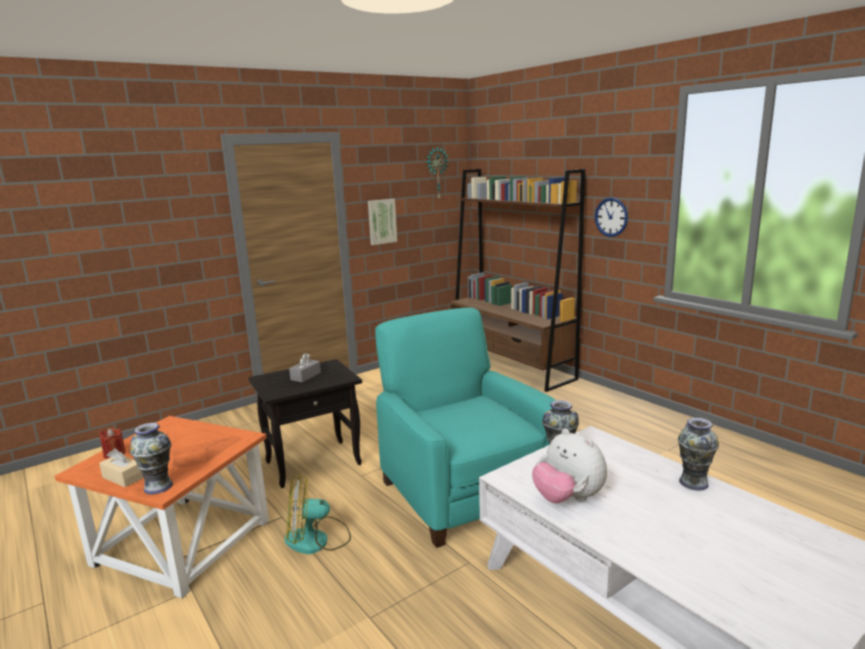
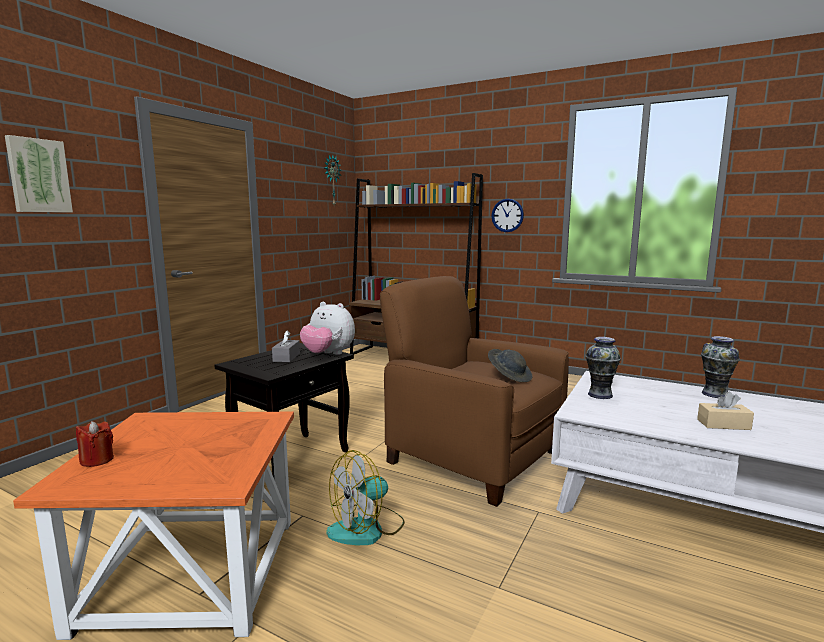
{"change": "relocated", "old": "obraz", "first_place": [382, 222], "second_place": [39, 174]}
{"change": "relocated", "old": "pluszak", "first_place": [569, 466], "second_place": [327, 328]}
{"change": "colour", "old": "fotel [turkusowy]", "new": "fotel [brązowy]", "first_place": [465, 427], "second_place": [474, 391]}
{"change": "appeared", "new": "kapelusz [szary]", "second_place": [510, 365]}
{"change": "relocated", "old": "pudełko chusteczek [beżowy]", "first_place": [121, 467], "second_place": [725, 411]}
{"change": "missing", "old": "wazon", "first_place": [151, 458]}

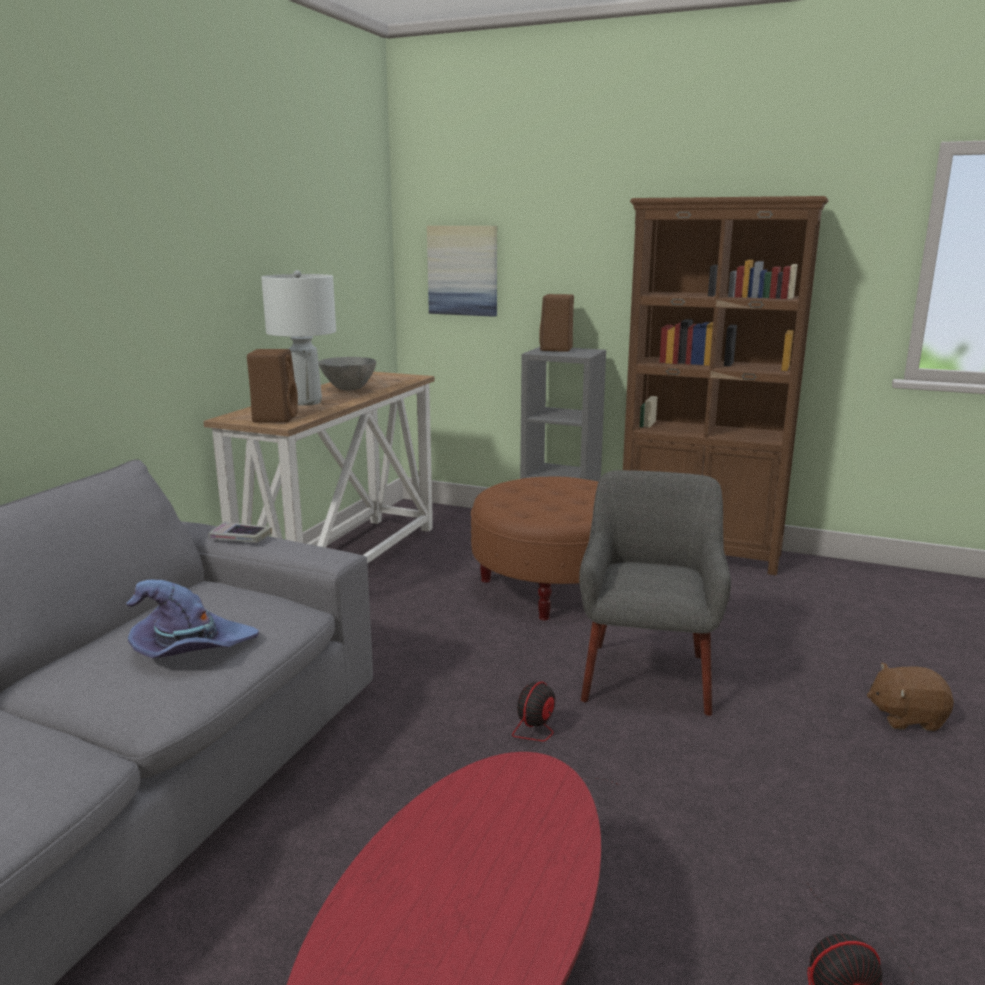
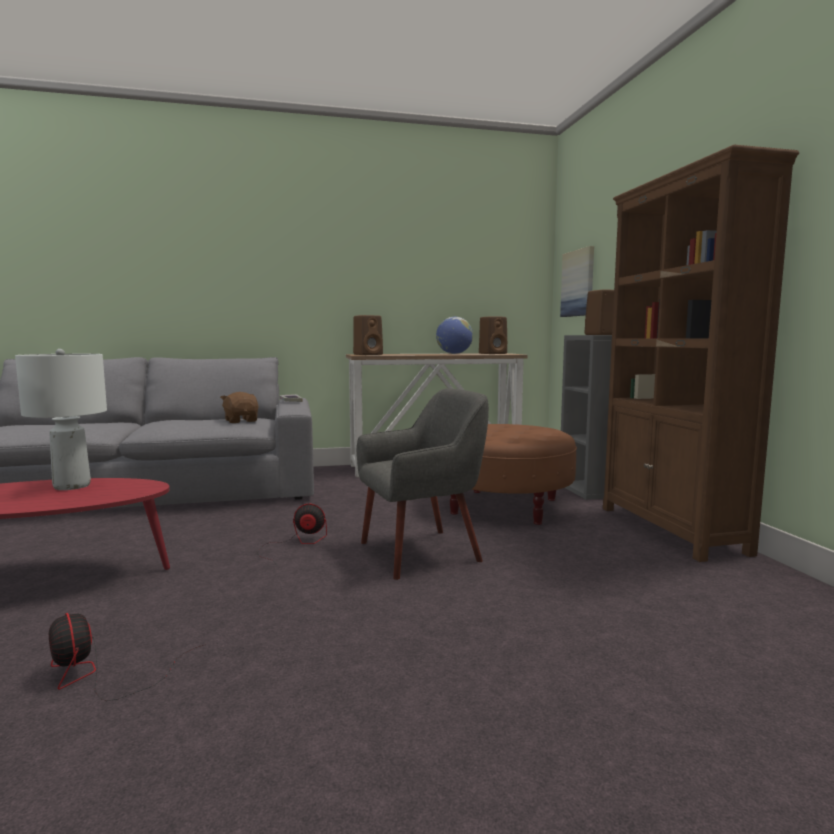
{"change": "relocated", "old": "lampa stołowa [biały]", "first_place": [298, 338], "second_place": [61, 419]}
{"change": "relocated", "old": "pluszak [brązowy]", "first_place": [910, 697], "second_place": [239, 407]}
{"change": "exchanged", "old": "miska [szary]", "new": "globus", "first_place": [347, 373], "second_place": [454, 335]}
{"change": "appeared", "new": "głośnik [brązowy]", "second_place": [493, 335]}
{"change": "missing", "old": "kapelusz [fioletowy]", "first_place": [192, 619]}

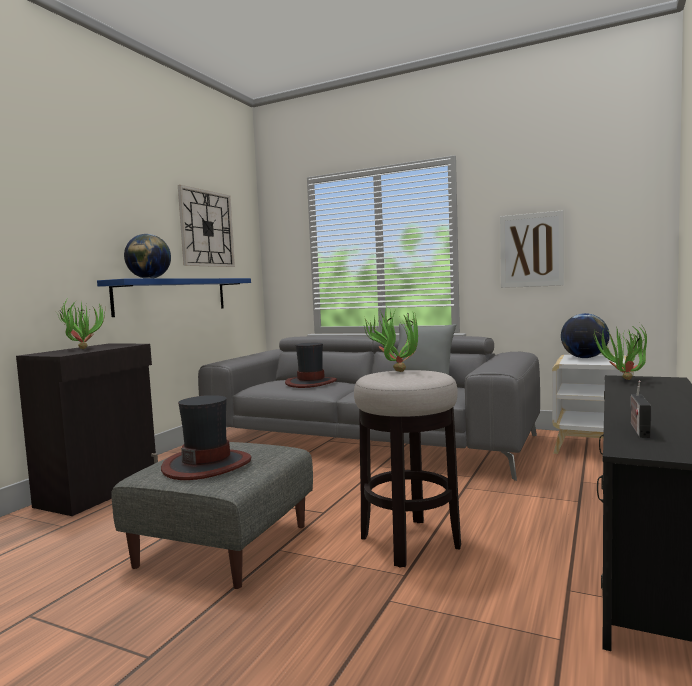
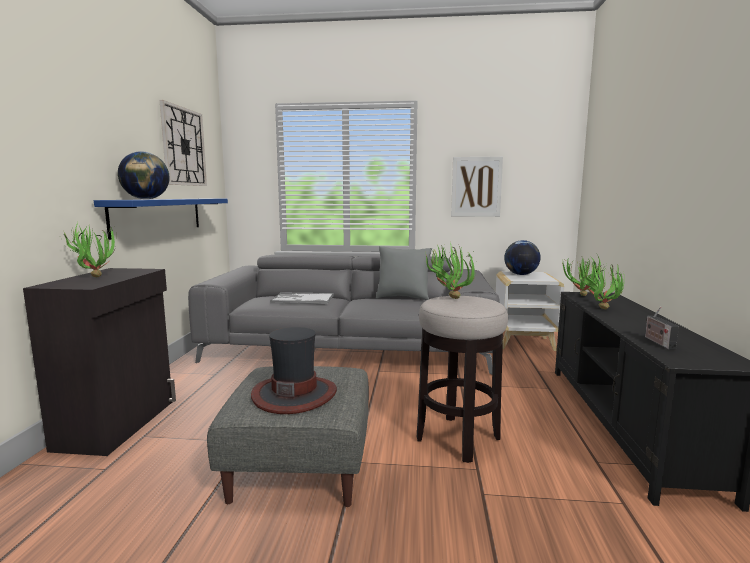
{"change": "exchanged", "old": "kapelusz", "new": "taca", "first_place": [311, 365], "second_place": [302, 298]}
{"change": "appeared", "new": "roślina doniczkowa", "second_place": [601, 286]}

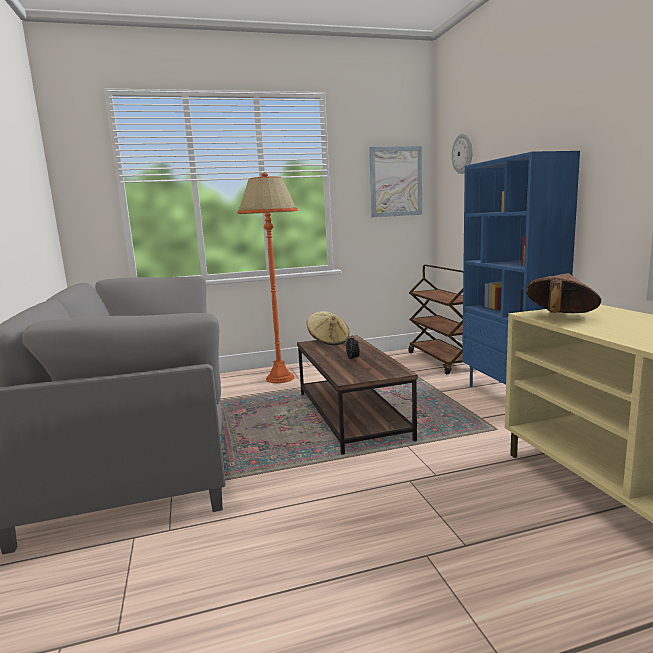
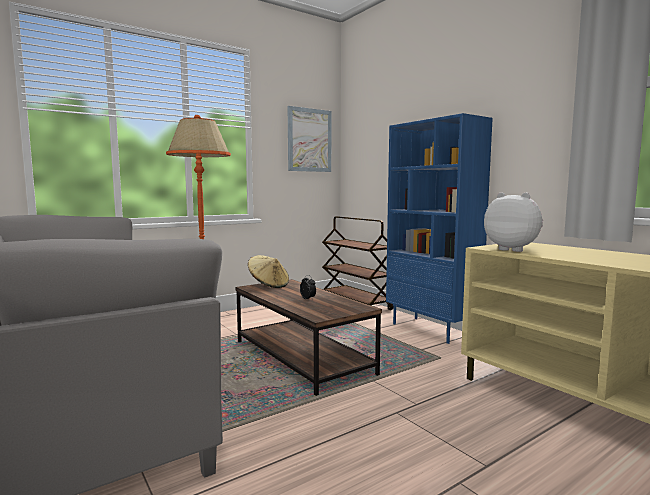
{"change": "exchanged", "old": "kapelusz [brązowy]", "new": "pluszak", "first_place": [563, 293], "second_place": [513, 222]}
{"change": "missing", "old": "zegar ścienny", "first_place": [462, 154]}

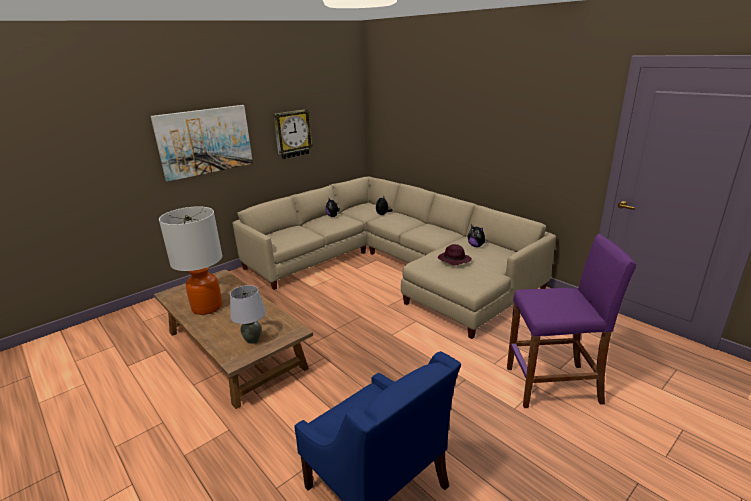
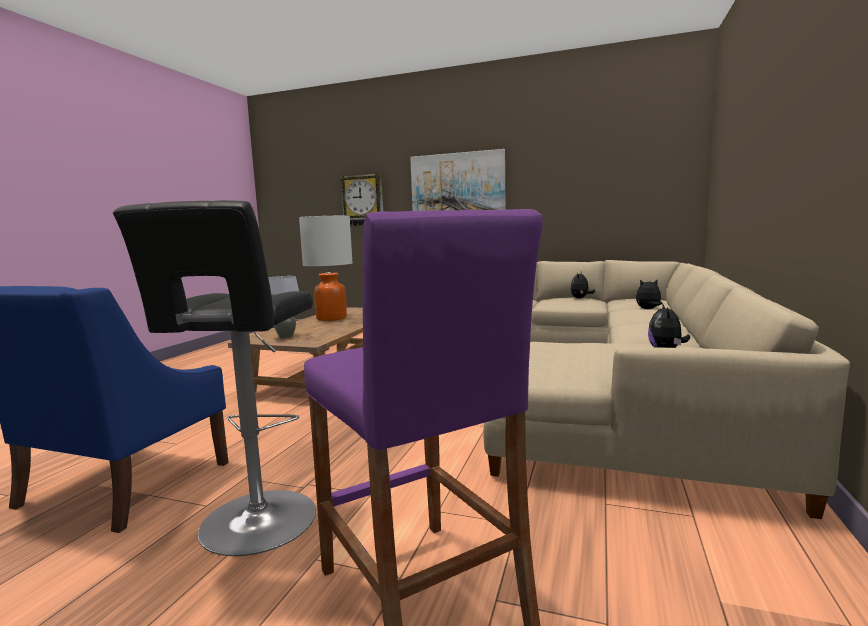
{"change": "appeared", "new": "stołek [czarny]", "second_place": [214, 378]}
{"change": "relocated", "old": "zegar ścienny", "first_place": [293, 134], "second_place": [361, 199]}
{"change": "missing", "old": "kapelusz [fioletowy]", "first_place": [455, 255]}

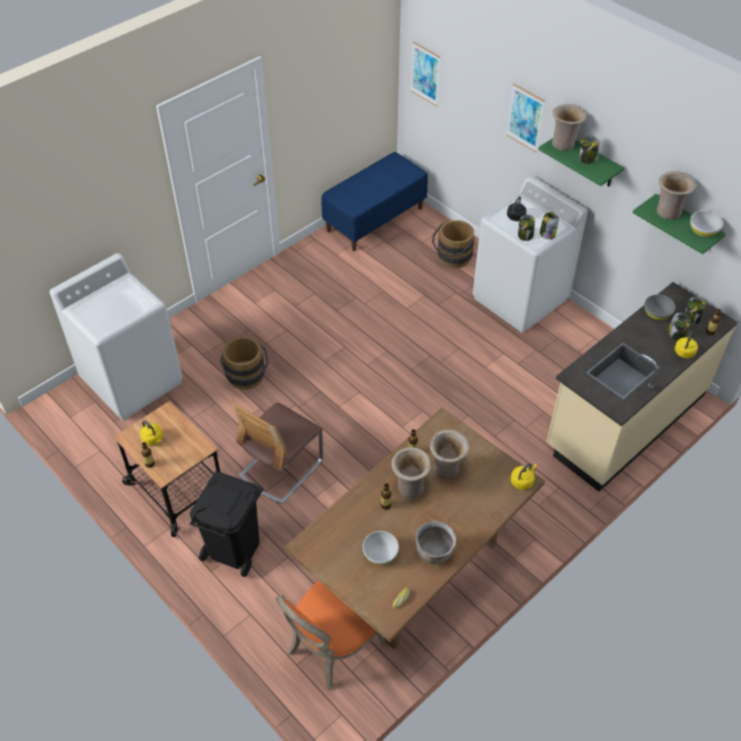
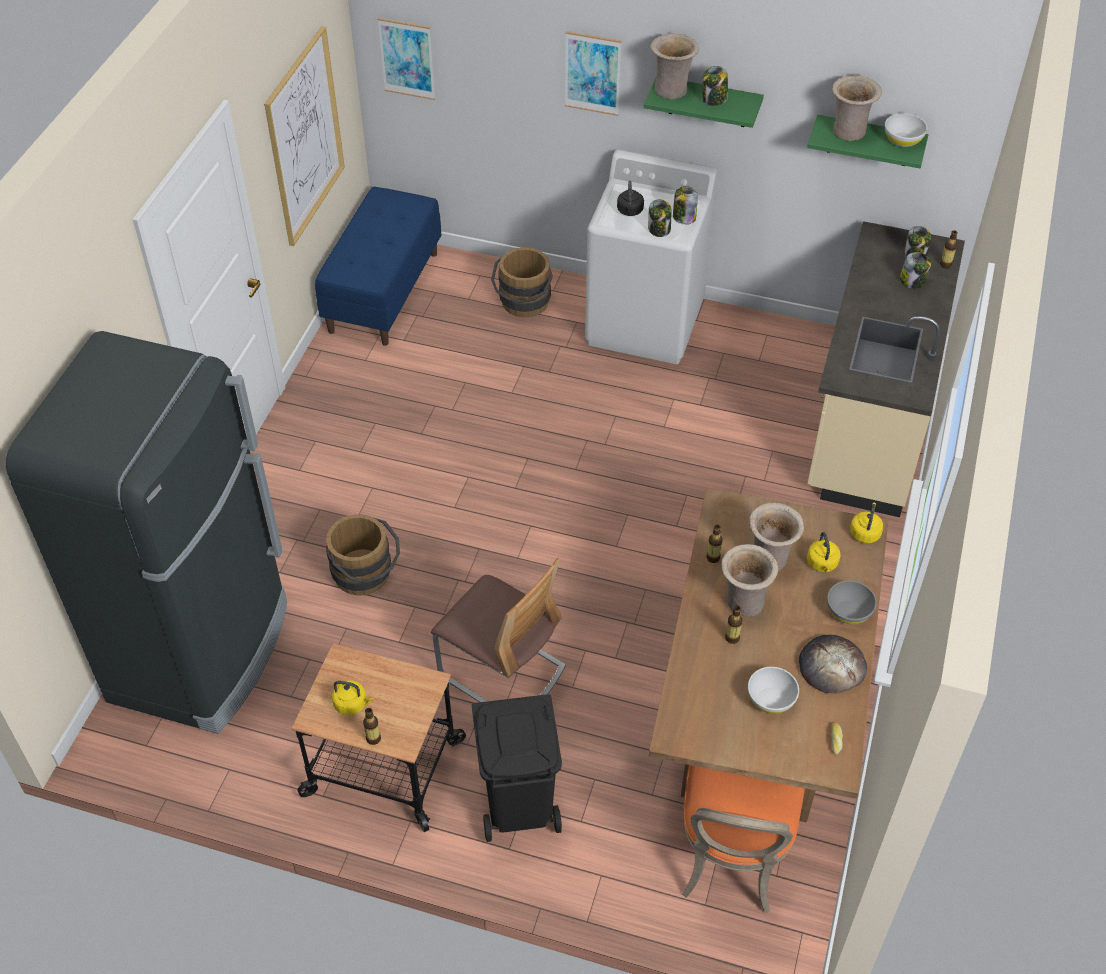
{"change": "exchanged", "old": "pralka [biały]", "new": "lodówka [czarny]", "first_place": [116, 336], "second_place": [146, 532]}
{"change": "appeared", "new": "obraz", "second_place": [304, 136]}
{"change": "spun", "old": "krzesło", "first_place": [276, 452], "second_place": [498, 630], "degrees": -60}
{"change": "exchanged", "old": "garnek [brązowy]", "new": "chleb", "first_place": [436, 543], "second_place": [833, 664]}
{"change": "relocated", "old": "czajnik [żółty]", "first_place": [686, 344], "second_place": [824, 552]}
{"change": "relocated", "old": "miska [szary]", "first_place": [660, 307], "second_place": [852, 602]}

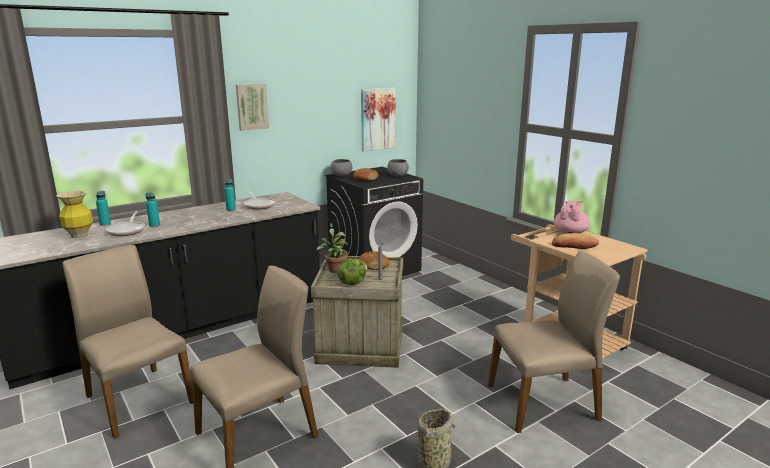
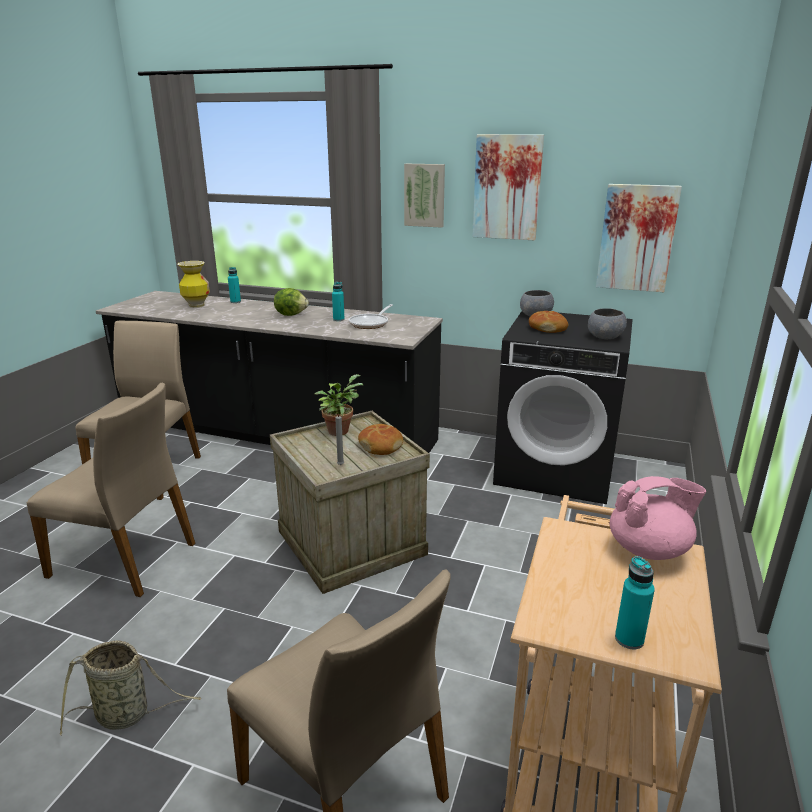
{"change": "relocated", "old": "sałata", "first_place": [352, 271], "second_place": [291, 302]}
{"change": "appeared", "new": "obraz", "second_place": [508, 187]}
{"change": "relocated", "old": "butelka [turkusowy]", "first_place": [153, 209], "second_place": [635, 602]}
{"change": "missing", "old": "patelnia", "first_place": [125, 223]}
{"change": "missing", "old": "chleb", "first_place": [575, 241]}

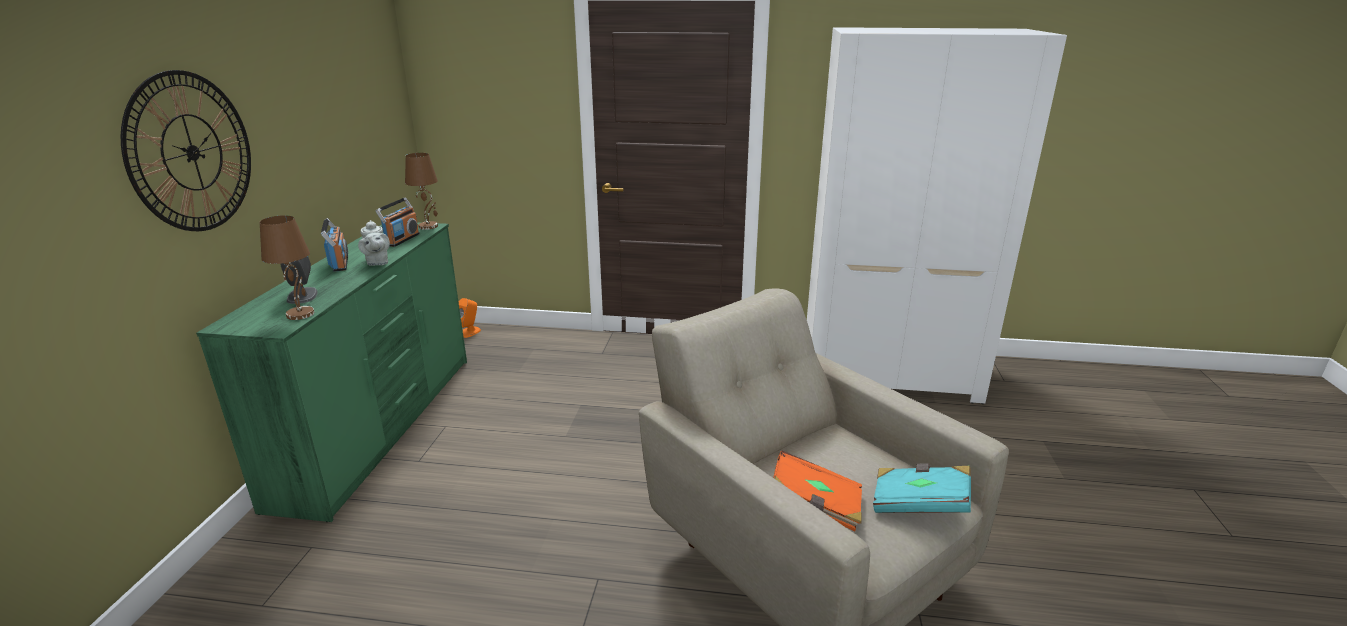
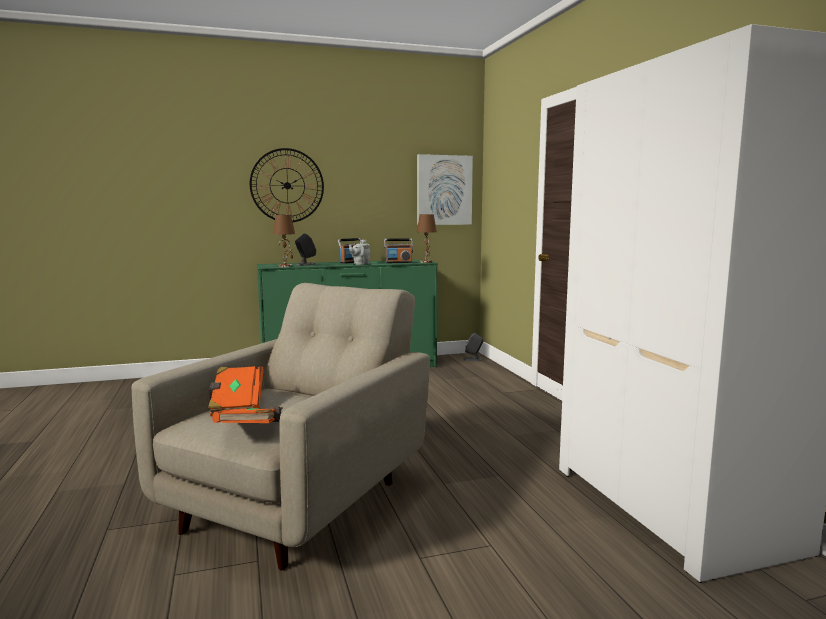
{"change": "colour", "old": "książka [turkusowy]", "new": "książka [pomarańczowy]", "first_place": [922, 488], "second_place": [247, 415]}
{"change": "appeared", "new": "obraz", "second_place": [445, 189]}
{"change": "colour", "old": "głośnik [pomarańczowy]", "new": "głośnik [szary]", "first_place": [470, 318], "second_place": [474, 346]}

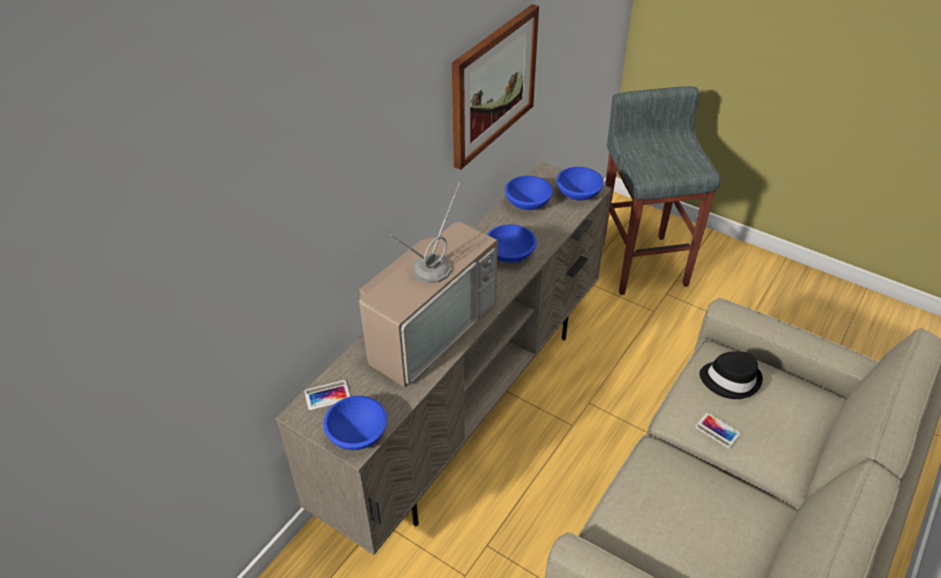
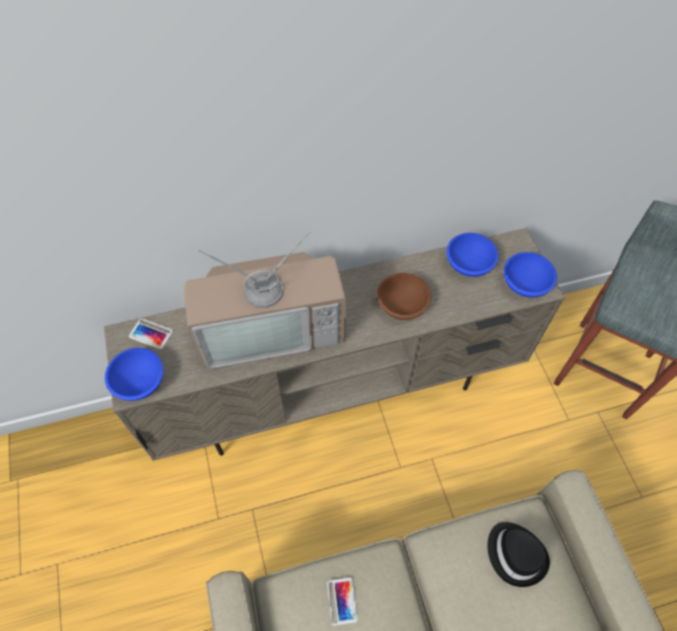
{"change": "relocated", "old": "telefon", "first_place": [718, 430], "second_place": [342, 601]}
{"change": "colour", "old": "miska [niebieski]", "new": "miska [brązowy]", "first_place": [512, 243], "second_place": [404, 296]}
{"change": "missing", "old": "obraz", "first_place": [495, 87]}

